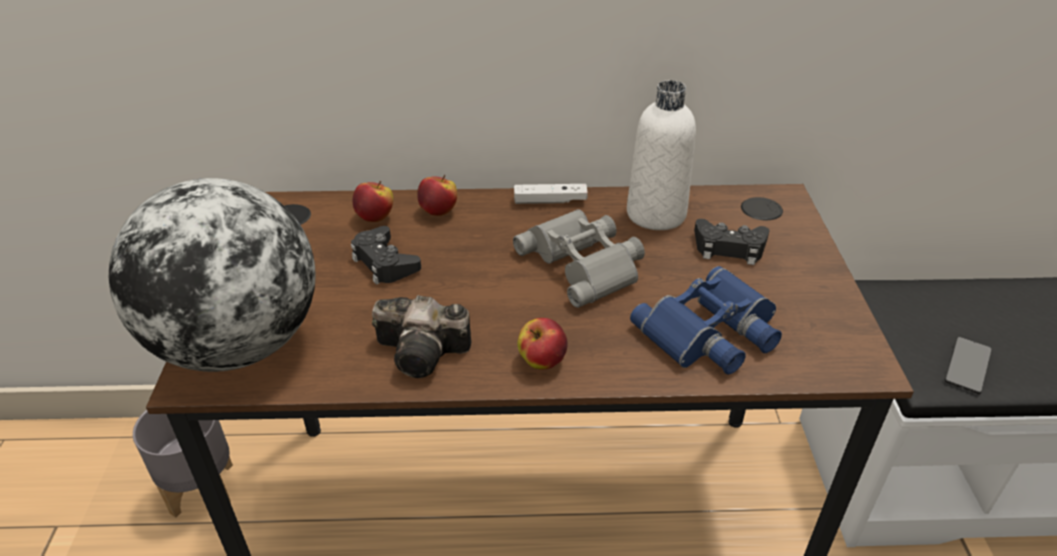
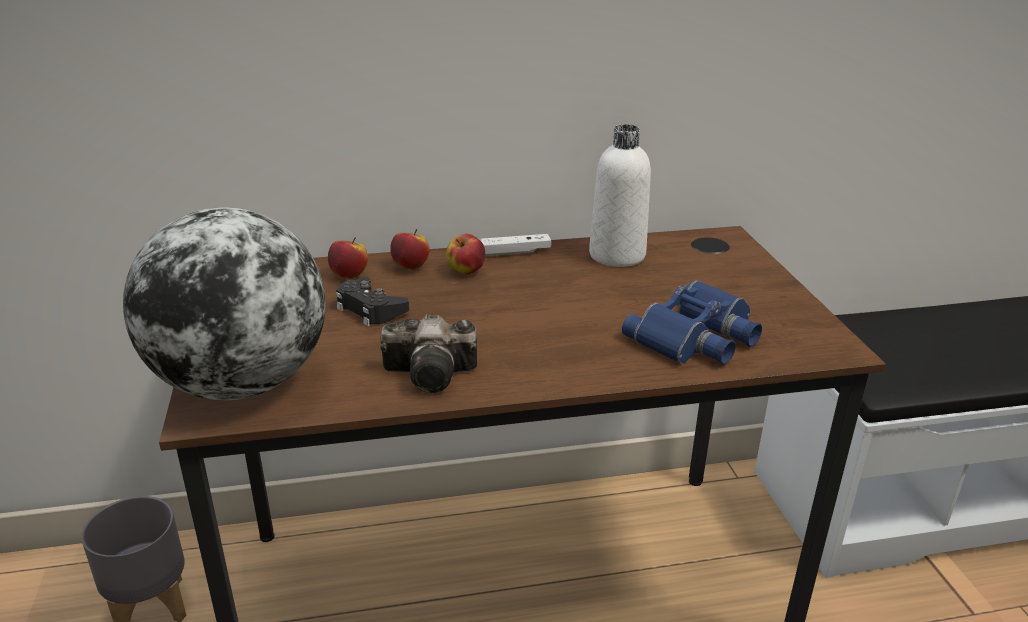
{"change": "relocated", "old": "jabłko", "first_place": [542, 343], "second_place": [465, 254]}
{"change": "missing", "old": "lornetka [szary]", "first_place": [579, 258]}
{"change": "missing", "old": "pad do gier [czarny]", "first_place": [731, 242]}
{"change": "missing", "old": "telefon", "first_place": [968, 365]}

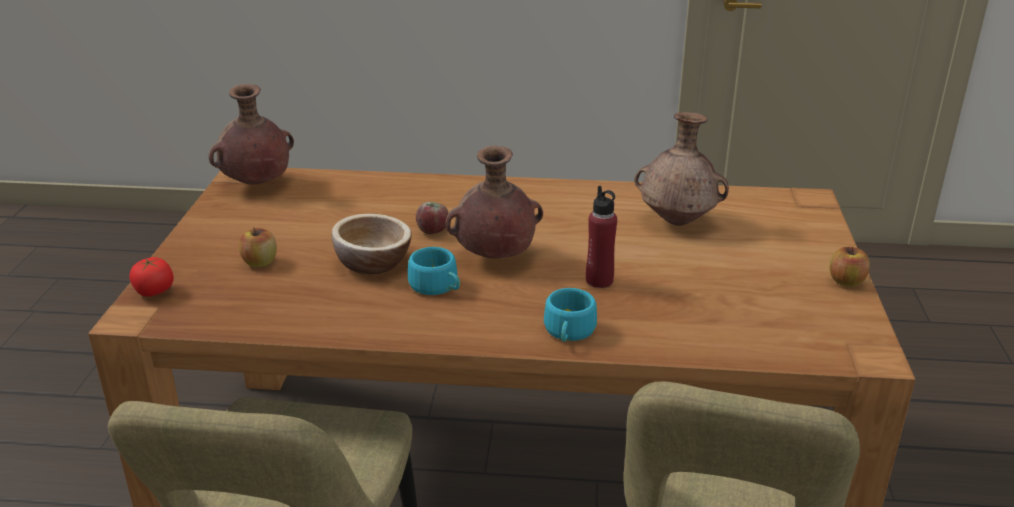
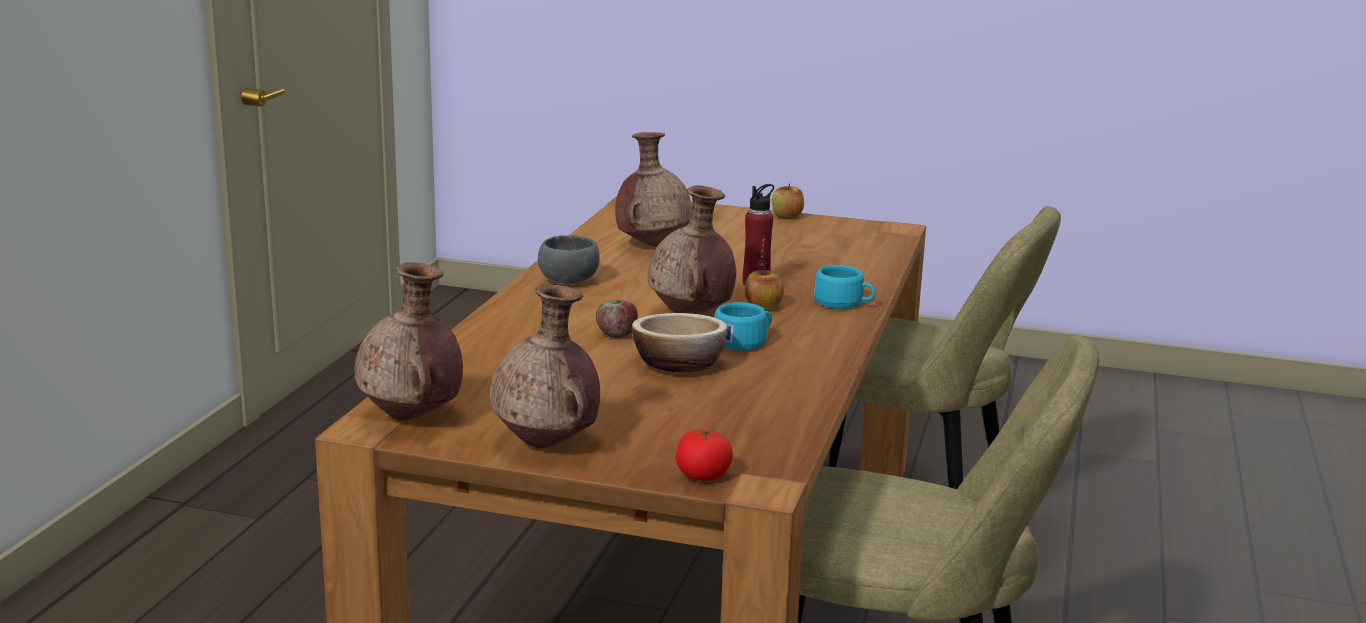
{"change": "appeared", "new": "wazon [brązowy]", "second_place": [545, 366]}
{"change": "appeared", "new": "miska [szary]", "second_place": [569, 259]}
{"change": "relocated", "old": "jabłko", "first_place": [258, 247], "second_place": [764, 289]}

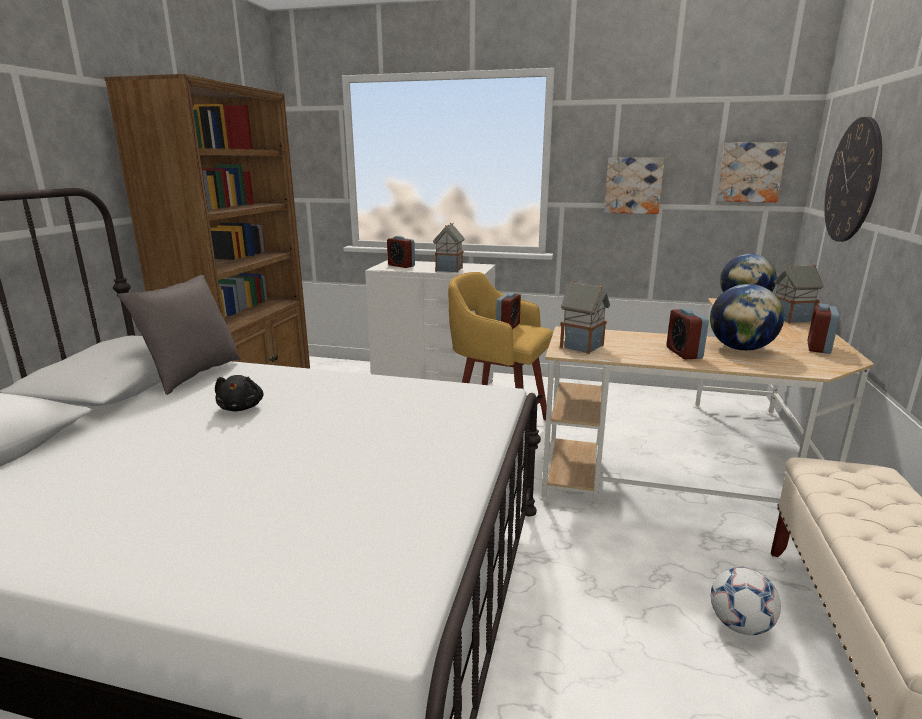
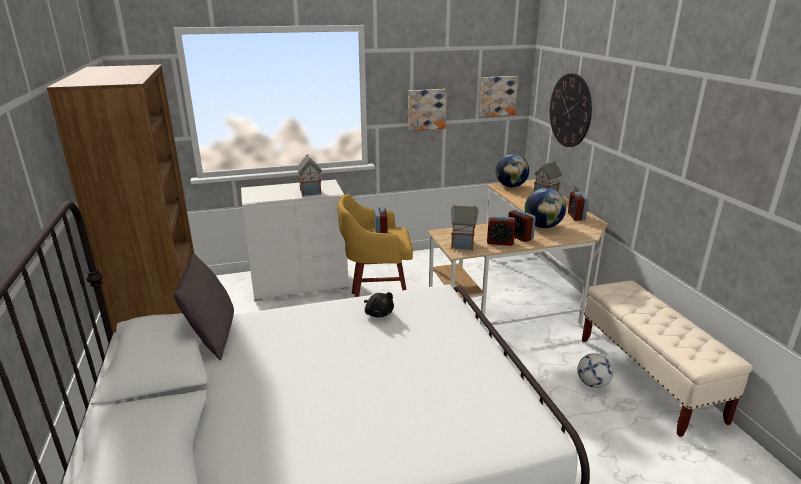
{"change": "relocated", "old": "pluszak [czarny]", "first_place": [239, 393], "second_place": [379, 304]}
{"change": "relocated", "old": "budzik", "first_place": [401, 252], "second_place": [501, 231]}

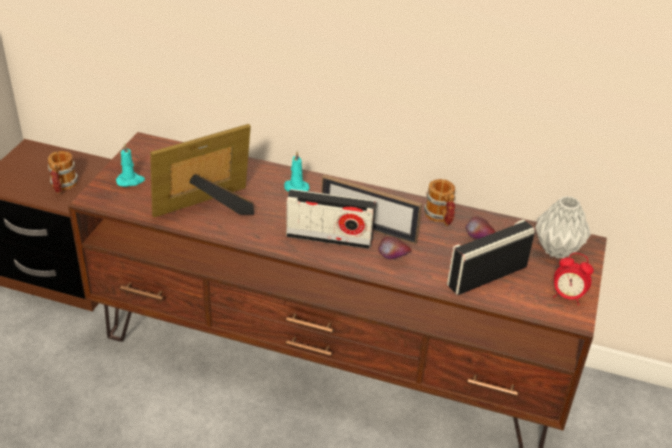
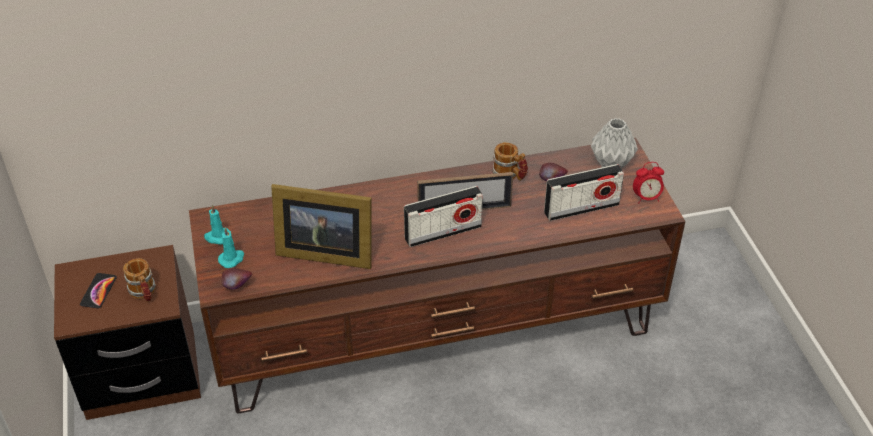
{"change": "appeared", "new": "telefon", "second_place": [98, 290]}
{"change": "relocated", "old": "świeca [turkusowy]", "first_place": [296, 171], "second_place": [218, 225]}
{"change": "relocated", "old": "jabłko", "first_place": [395, 248], "second_place": [236, 279]}
{"change": "spun", "old": "ramka na zdjęcie", "first_place": [202, 171], "second_place": [321, 226], "degrees": -105}
{"change": "spun", "old": "radio", "first_place": [491, 257], "second_place": [584, 192], "degrees": -135}

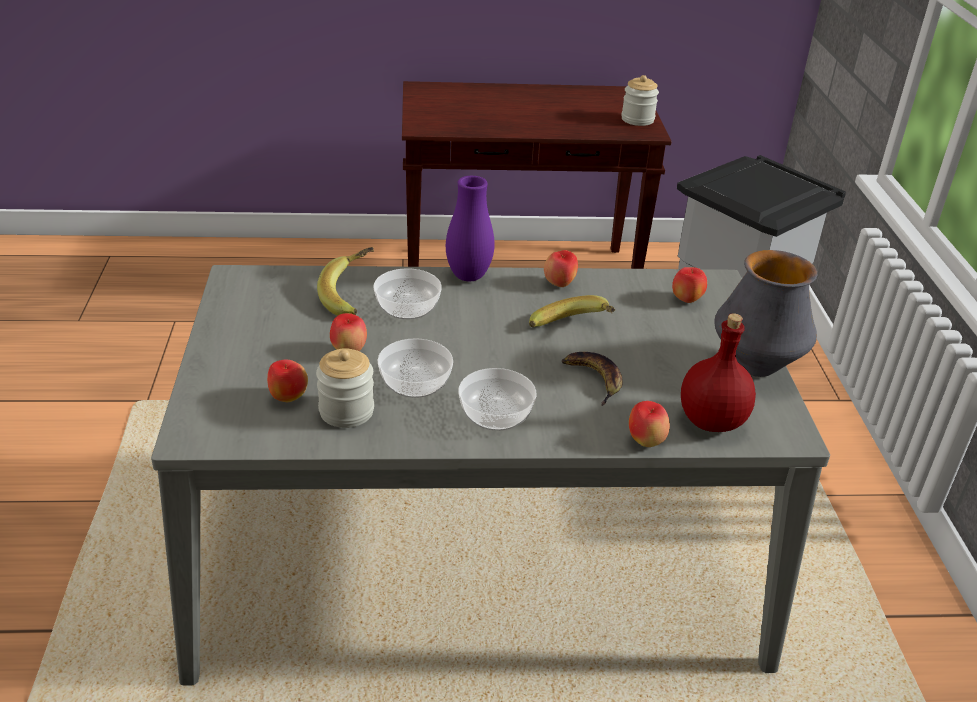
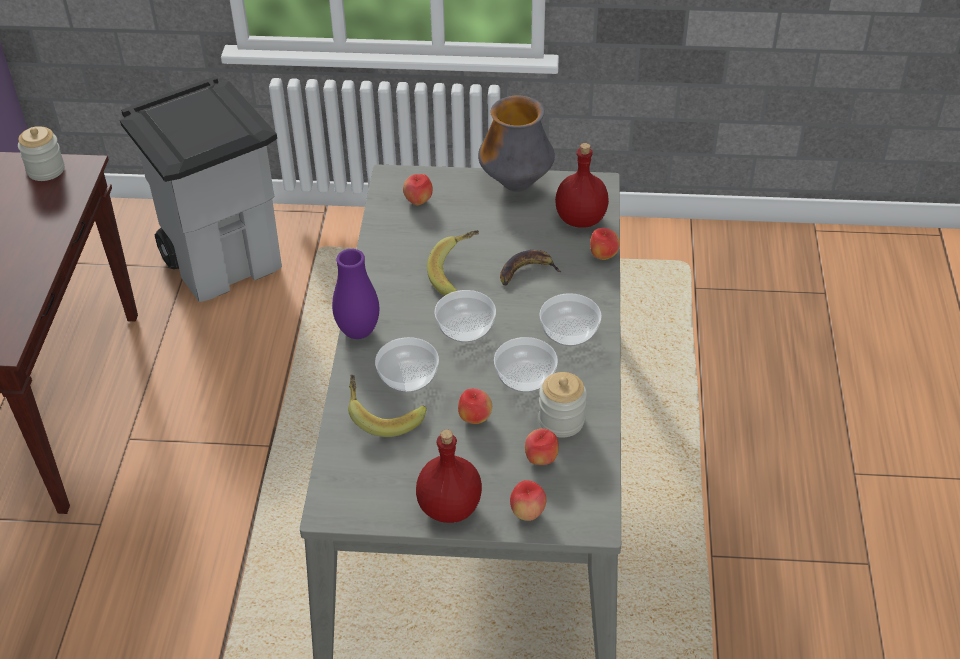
{"change": "appeared", "new": "butelka [czerwony]", "second_place": [449, 476]}
{"change": "appeared", "new": "miska", "second_place": [465, 316]}
{"change": "relocated", "old": "jabłko", "first_place": [561, 268], "second_place": [528, 500]}

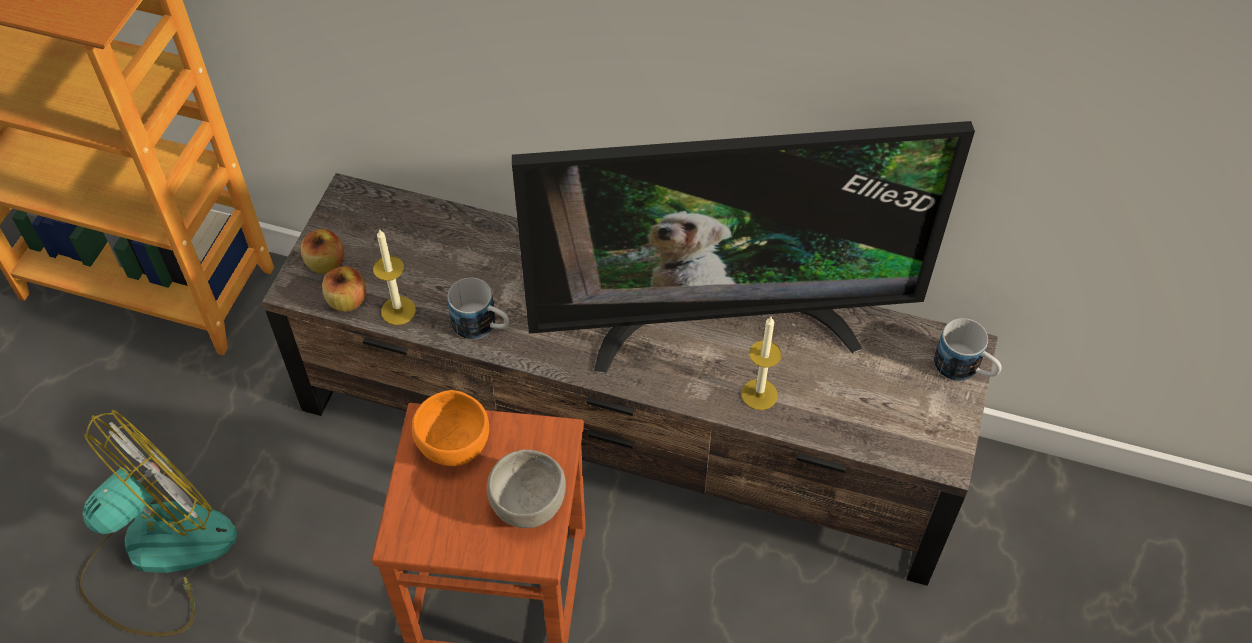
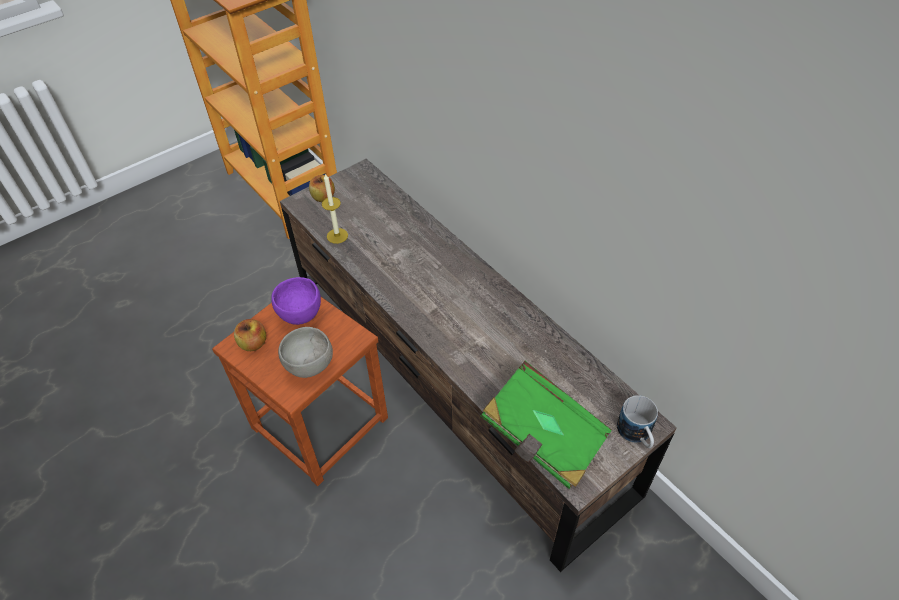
{"change": "relocated", "old": "jabłko", "first_place": [344, 289], "second_place": [250, 335]}
{"change": "colour", "old": "miska [pomarańczowy]", "new": "miska [fioletowy]", "first_place": [450, 428], "second_place": [296, 301]}
{"change": "appeared", "new": "książka [zielony]", "second_place": [546, 425]}
{"change": "missing", "old": "wentylator", "first_place": [157, 523]}
{"change": "missing", "old": "kubek", "first_place": [478, 308]}
{"change": "missing", "old": "telewizor", "first_place": [743, 247]}
{"change": "missing", "old": "świeca", "first_place": [761, 363]}

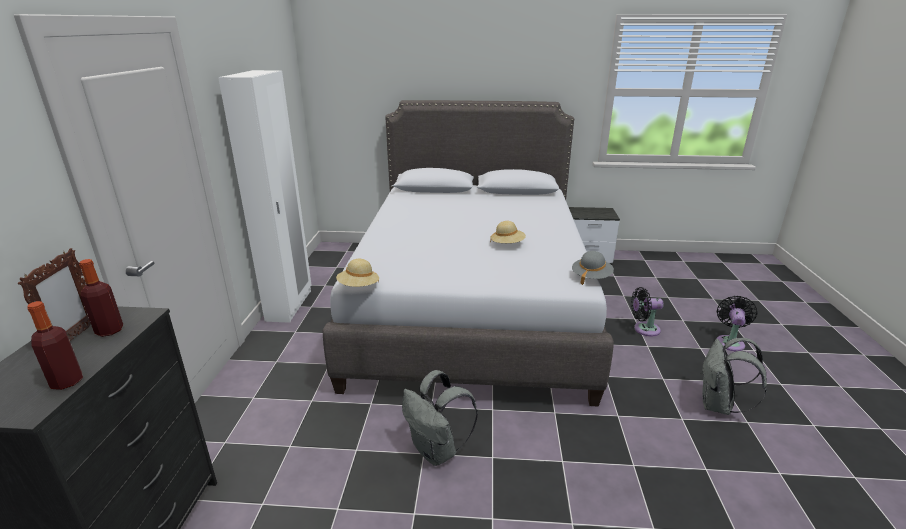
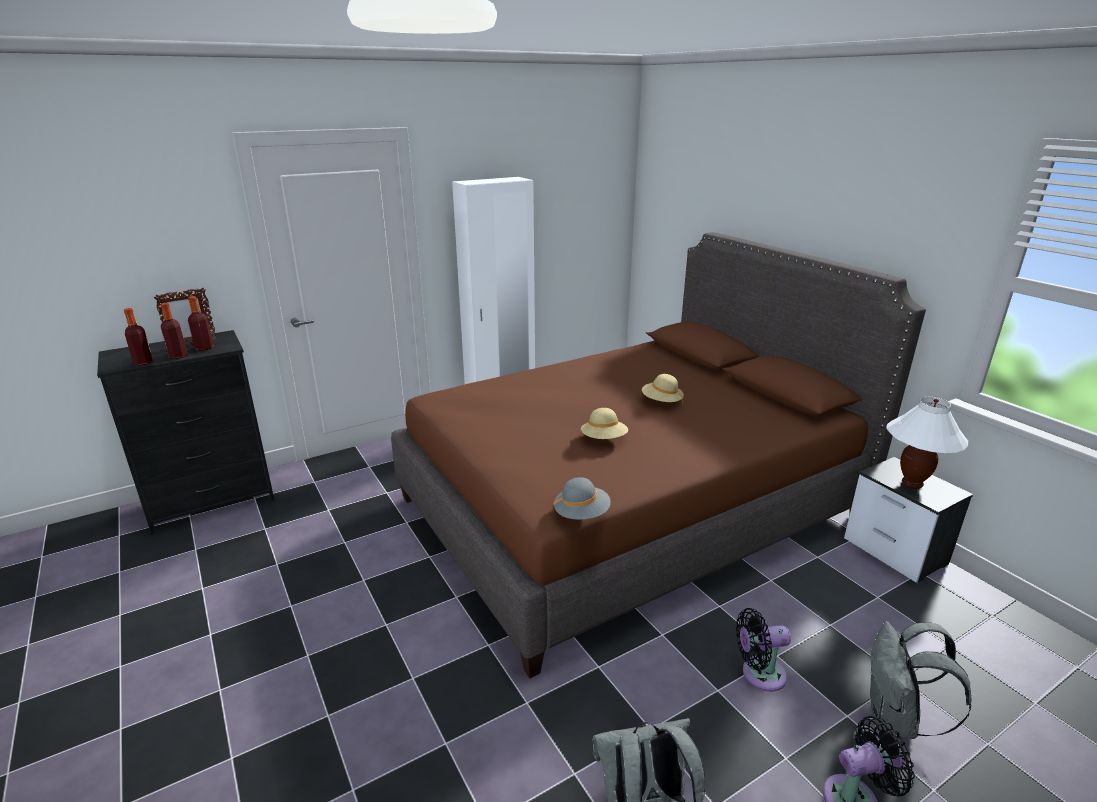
{"change": "appeared", "new": "butelka", "second_place": [174, 331]}
{"change": "colour", "old": "łóżko [szary]", "new": "łóżko [brązowy]", "first_place": [468, 253], "second_place": [658, 455]}
{"change": "relocated", "old": "kapelusz [beżowy]", "first_place": [357, 273], "second_place": [663, 390]}
{"change": "spun", "old": "wentylator [czarny]", "first_place": [647, 312], "second_place": [763, 650], "degrees": -60}
{"change": "relocated", "old": "plecak [szary]", "first_place": [440, 418], "second_place": [921, 680]}
{"change": "appeared", "new": "lampa stołowa [biały]", "second_place": [927, 443]}

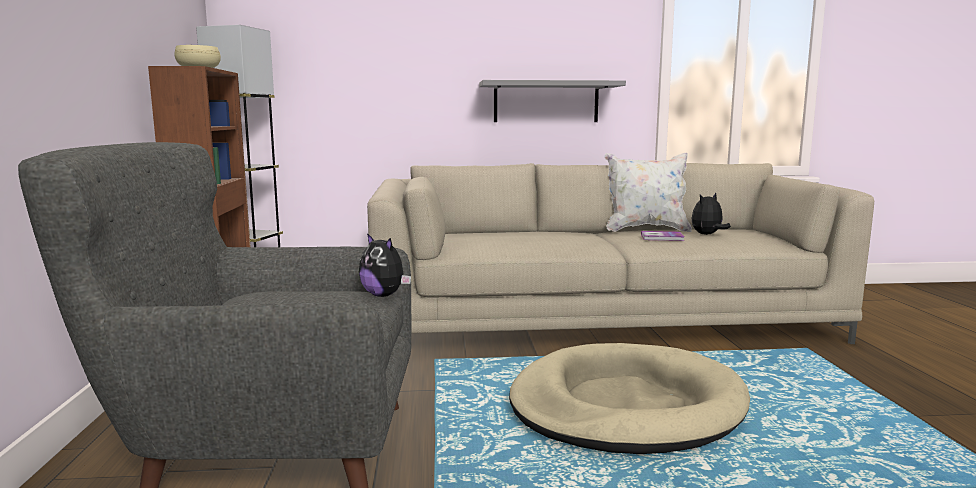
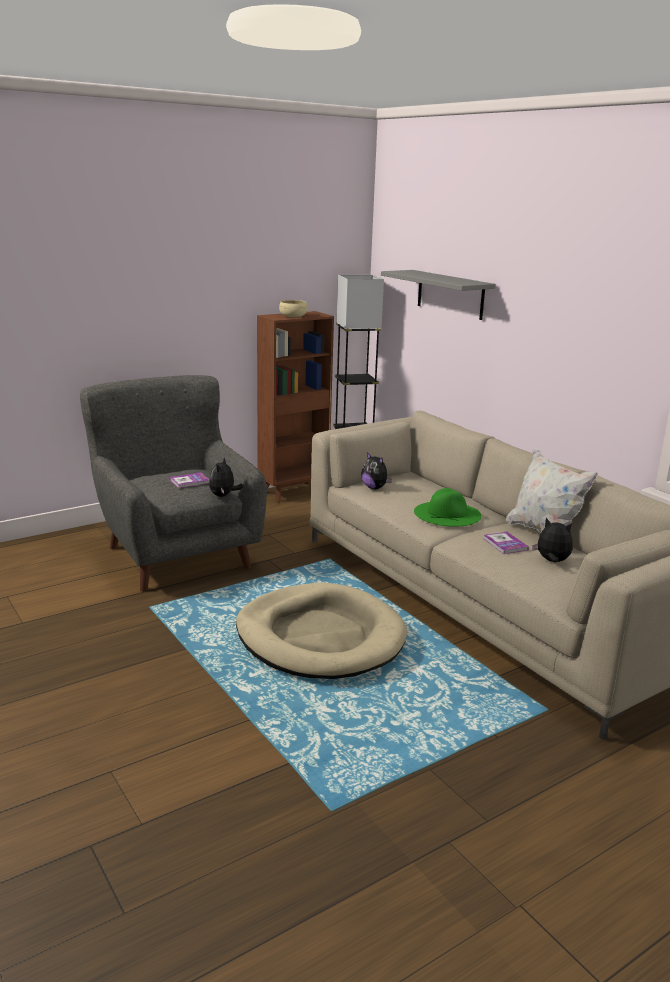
{"change": "appeared", "new": "książka", "second_place": [189, 480]}
{"change": "appeared", "new": "pluszak", "second_place": [376, 470]}
{"change": "relocated", "old": "półka [szary]", "first_place": [552, 101], "second_place": [438, 295]}
{"change": "appeared", "new": "kapelusz [zielony]", "second_place": [448, 507]}

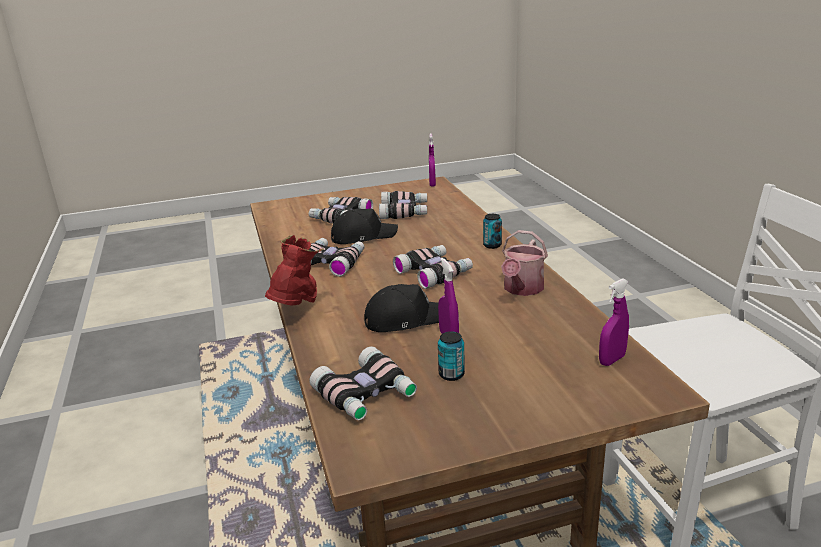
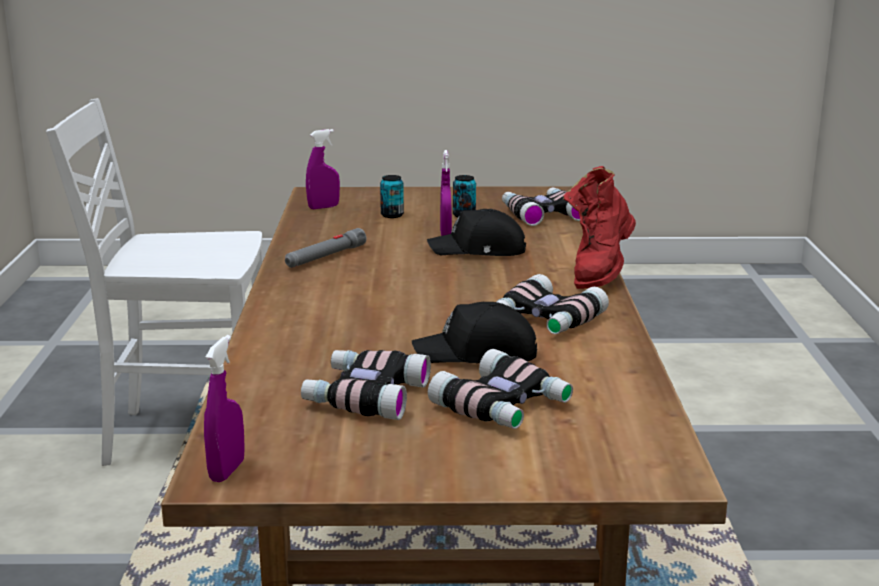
{"change": "exchanged", "old": "konewka", "new": "latarka [szary]", "first_place": [524, 263], "second_place": [325, 248]}
{"change": "relocated", "old": "puszka", "first_place": [492, 231], "second_place": [392, 196]}
{"change": "missing", "old": "lornetka", "first_place": [433, 267]}

